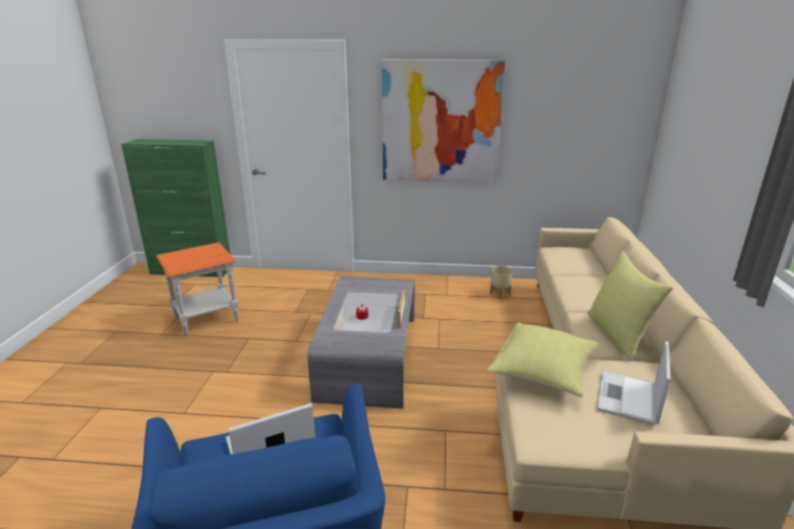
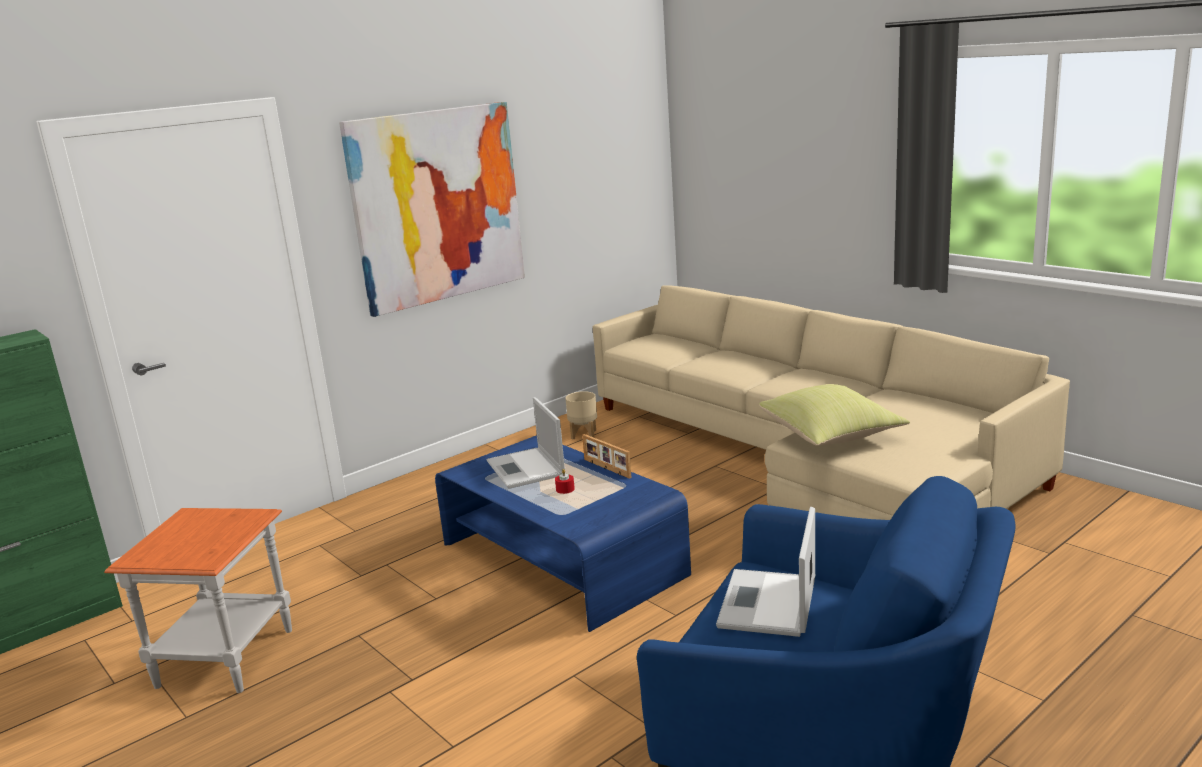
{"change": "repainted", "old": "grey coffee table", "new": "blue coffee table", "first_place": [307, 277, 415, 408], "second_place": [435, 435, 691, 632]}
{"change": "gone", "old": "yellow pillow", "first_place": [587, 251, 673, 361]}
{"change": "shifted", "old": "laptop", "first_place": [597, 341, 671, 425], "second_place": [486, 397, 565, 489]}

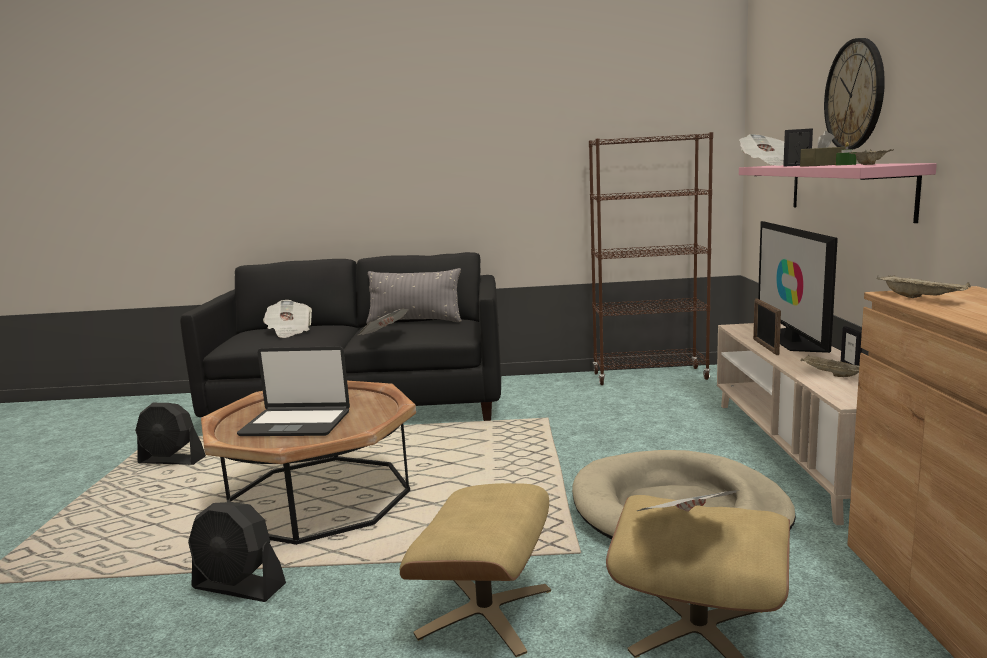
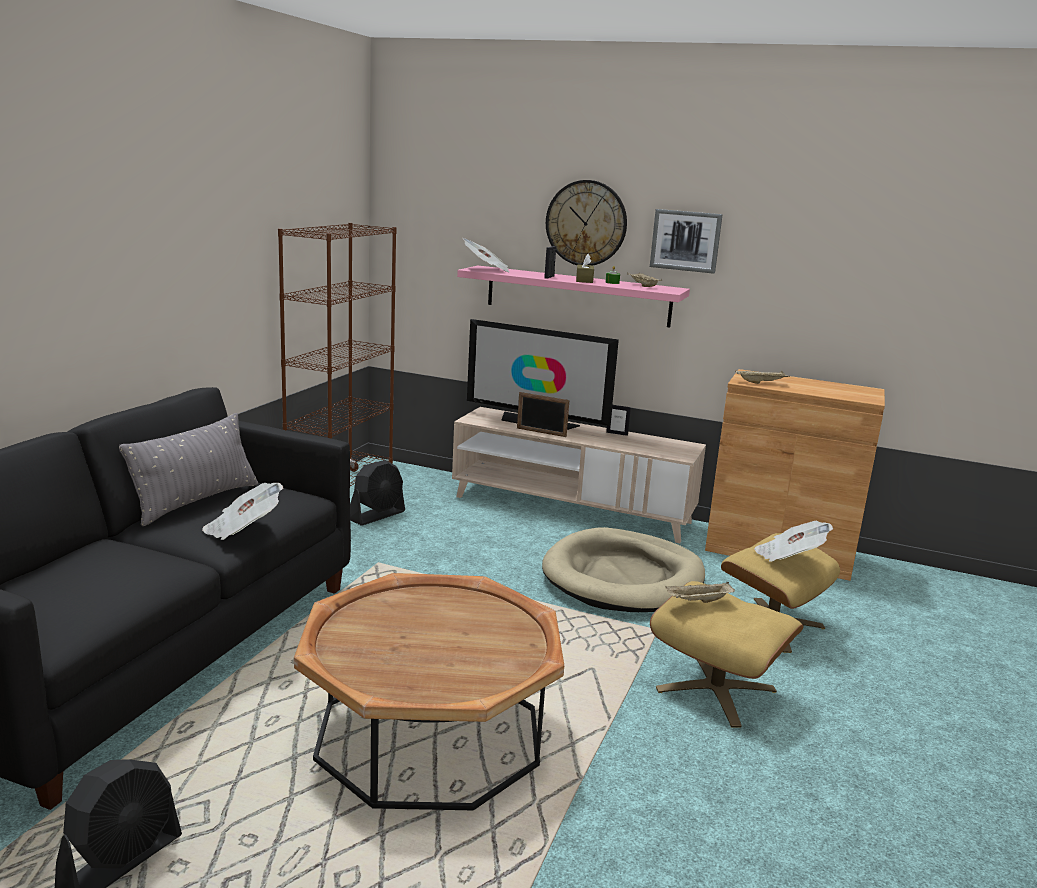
{"change": "shifted", "old": "black fan", "first_place": [188, 502, 286, 602], "second_place": [350, 460, 405, 526]}
{"change": "gone", "old": "laptop", "first_place": [237, 346, 350, 436]}
{"change": "gone", "old": "newspaper", "first_place": [263, 300, 312, 338]}
{"change": "shifted", "old": "beige tray", "first_place": [800, 355, 859, 377], "second_place": [665, 582, 735, 603]}
{"change": "new", "new": "picture", "second_place": [650, 209, 723, 274]}

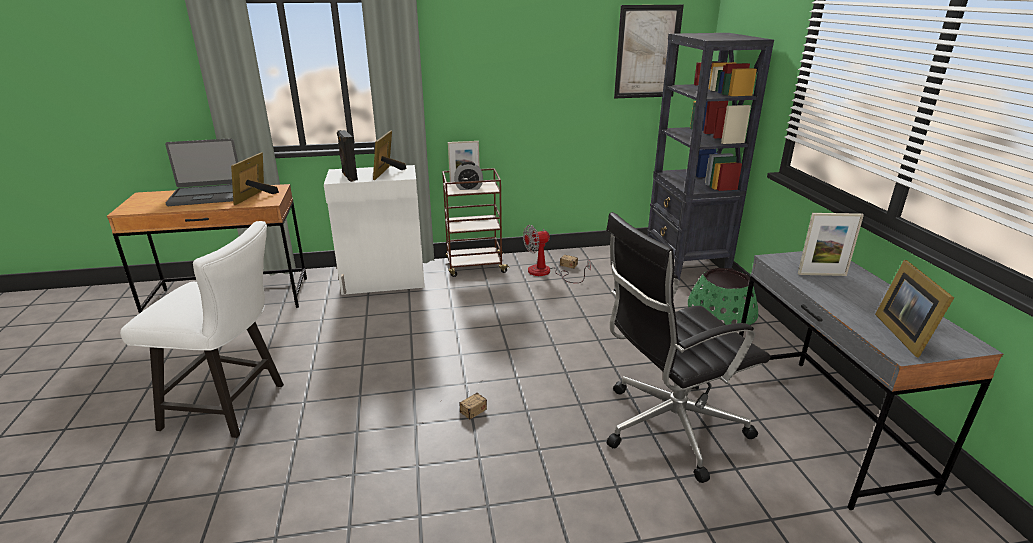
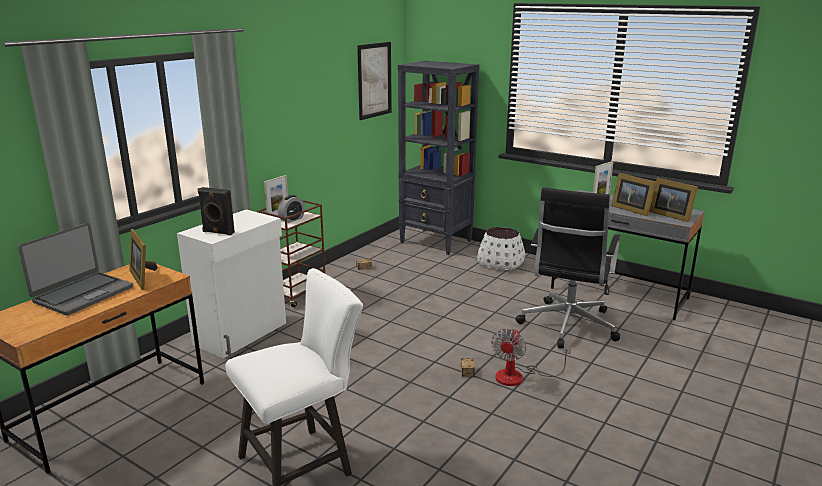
{"change": "shifted", "old": "picture frame", "first_place": [373, 130, 407, 180], "second_place": [611, 173, 656, 216]}
{"change": "shifted", "old": "fan", "first_place": [523, 225, 591, 283], "second_place": [491, 328, 571, 386]}
{"change": "repainted", "old": "green planter", "new": "white planter", "first_place": [688, 268, 758, 325], "second_place": [477, 227, 525, 270]}

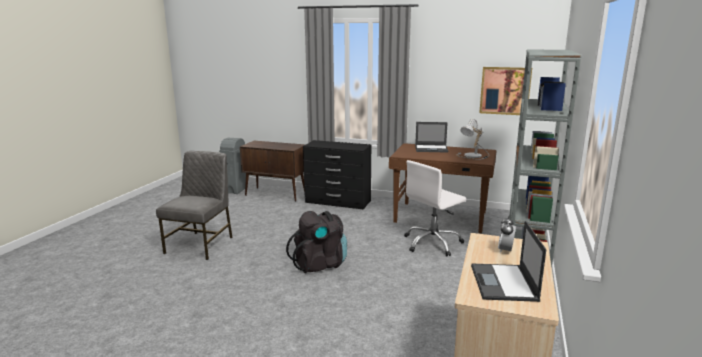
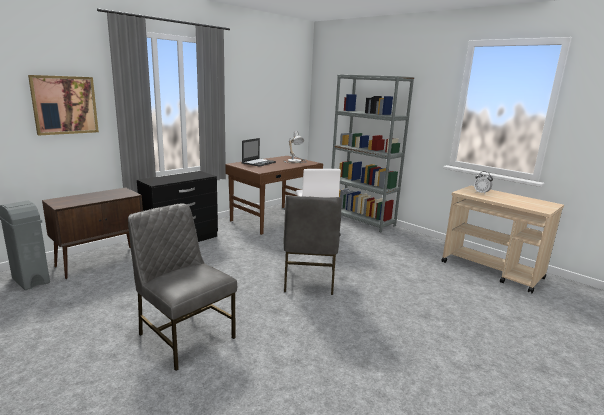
{"change": "swapped", "old": "black backpack", "new": "grey chair", "first_place": [286, 211, 347, 273], "second_place": [284, 195, 342, 295]}
{"change": "gone", "old": "laptop", "first_place": [471, 221, 546, 302]}
{"change": "shifted", "old": "picture", "first_place": [479, 67, 532, 115], "second_place": [28, 75, 99, 136]}

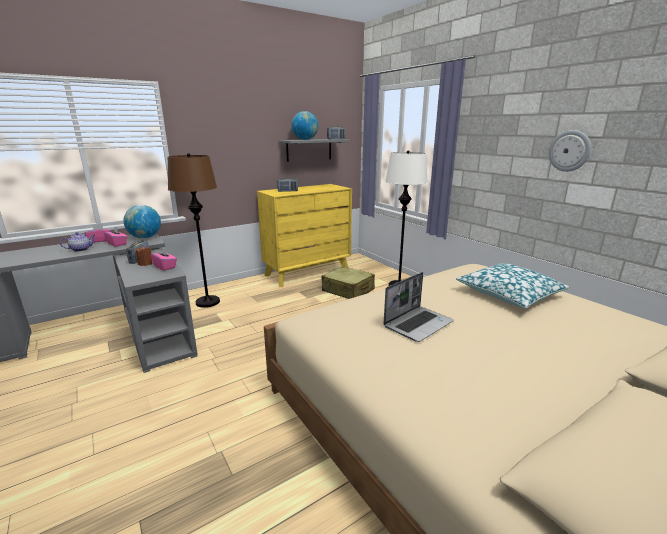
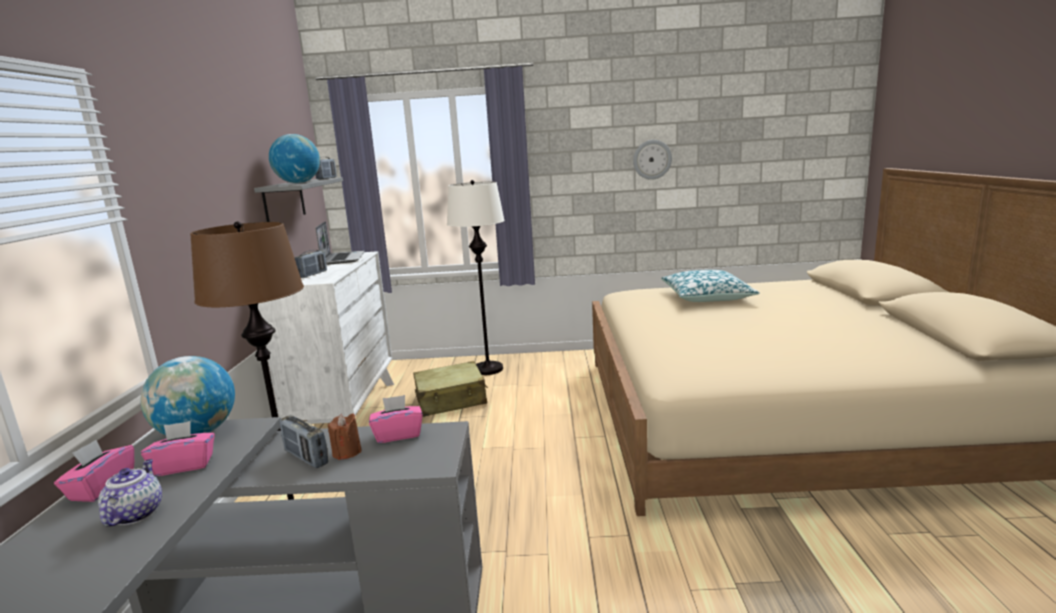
{"change": "repainted", "old": "yellow dresser", "new": "white dresser", "first_place": [257, 184, 352, 287], "second_place": [258, 251, 394, 424]}
{"change": "shifted", "old": "laptop", "first_place": [383, 272, 454, 342], "second_place": [316, 221, 365, 265]}

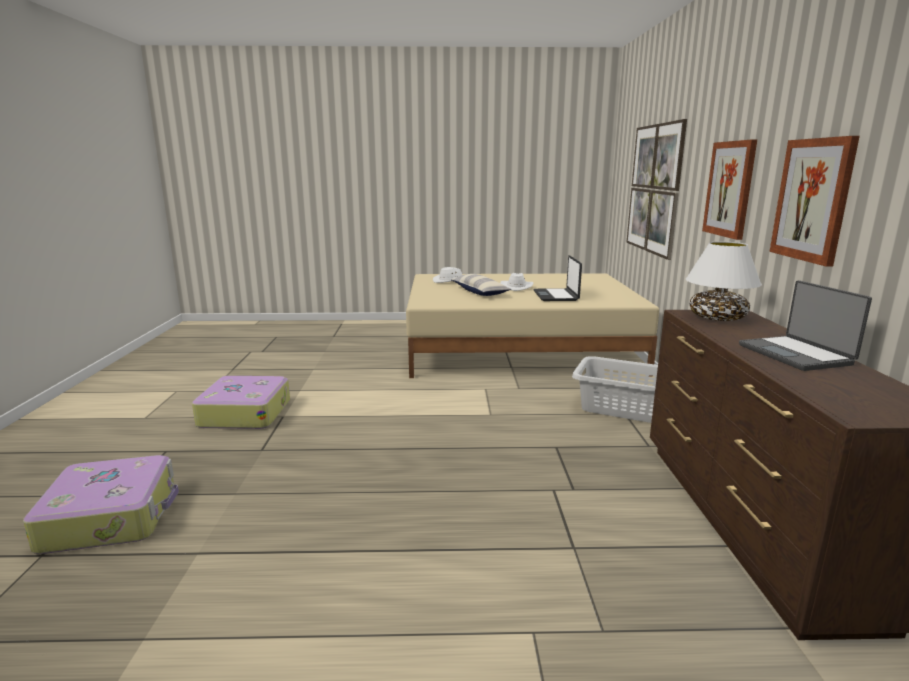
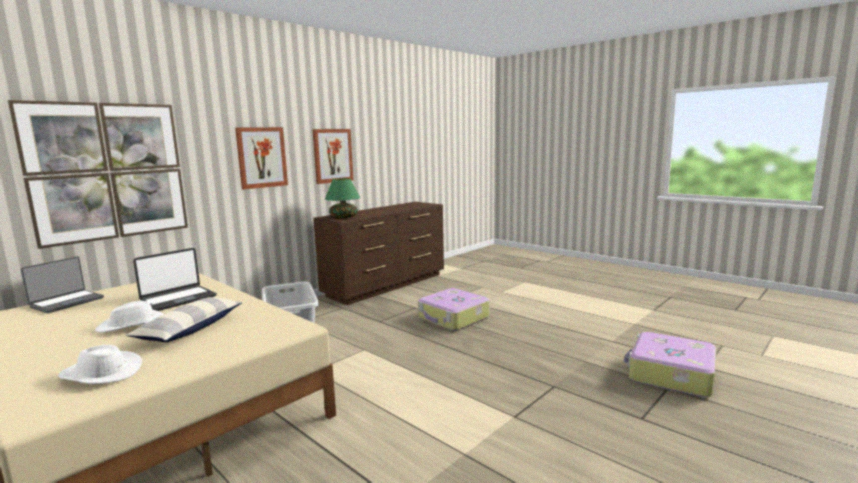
{"change": "shifted", "old": "suitcase", "first_place": [192, 376, 290, 429], "second_place": [418, 288, 490, 331]}
{"change": "repainted", "old": "white table lamp", "new": "green table lamp", "first_place": [686, 241, 762, 321], "second_place": [325, 178, 360, 218]}
{"change": "shifted", "old": "laptop", "first_place": [739, 280, 872, 371], "second_place": [20, 257, 104, 313]}

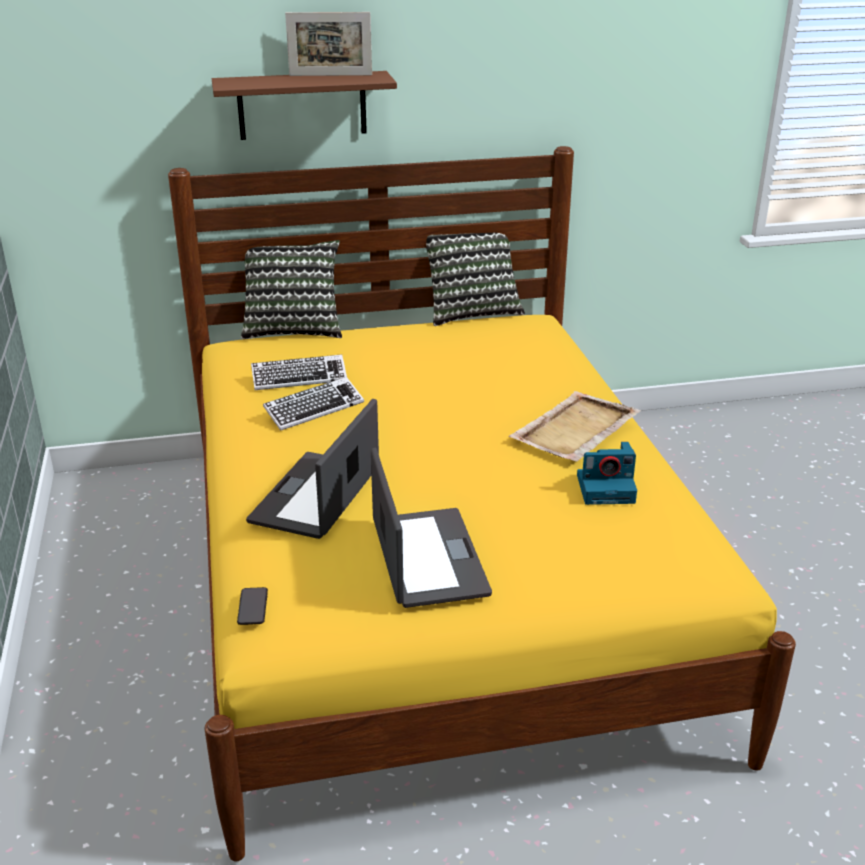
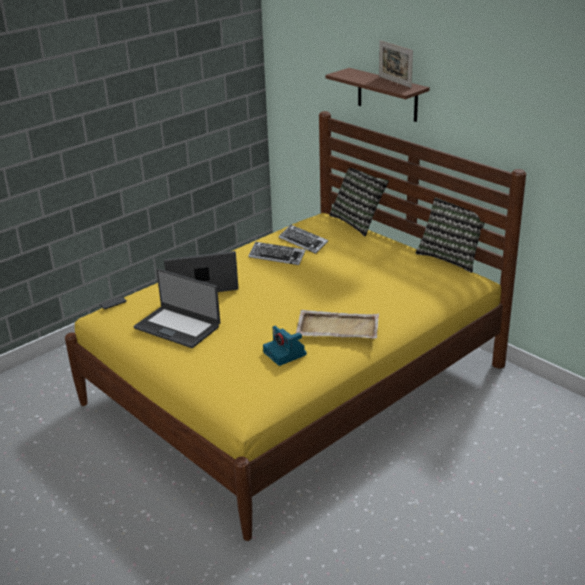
{"change": "rotated", "old": "laptop", "first_place": [371, 447, 492, 608], "second_place": [133, 269, 220, 348], "degrees": 75}

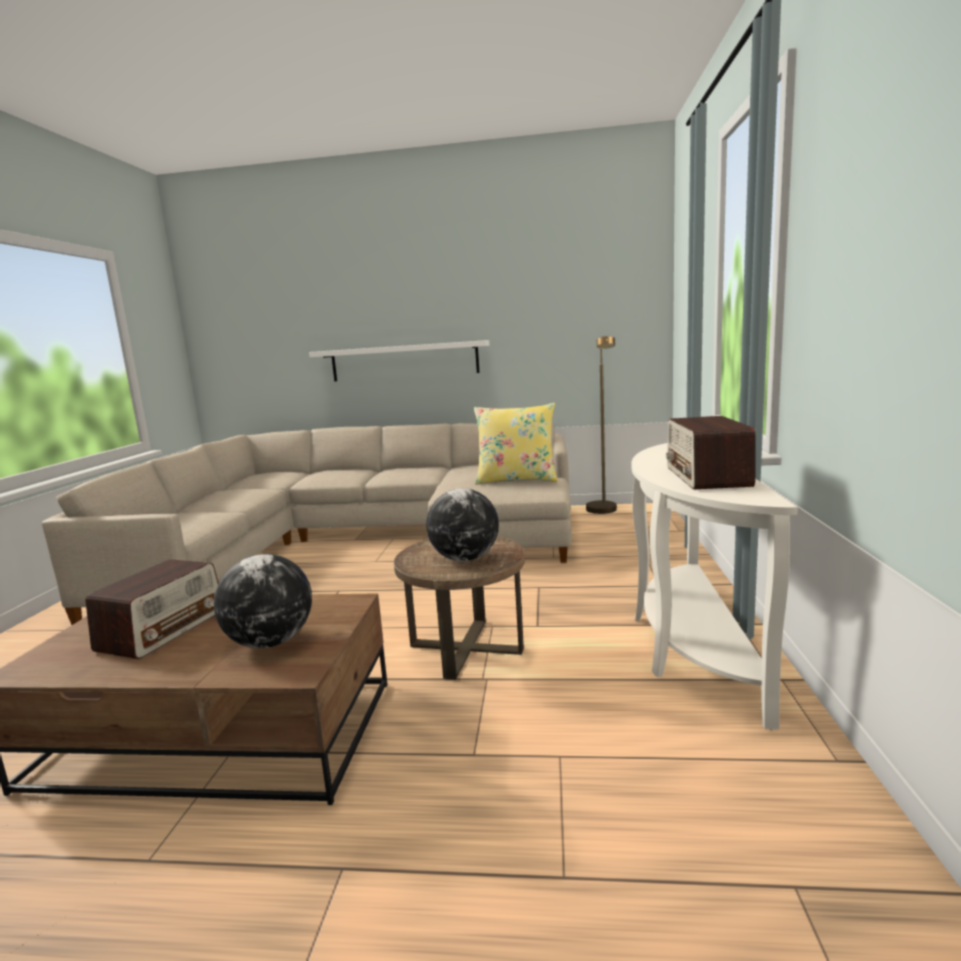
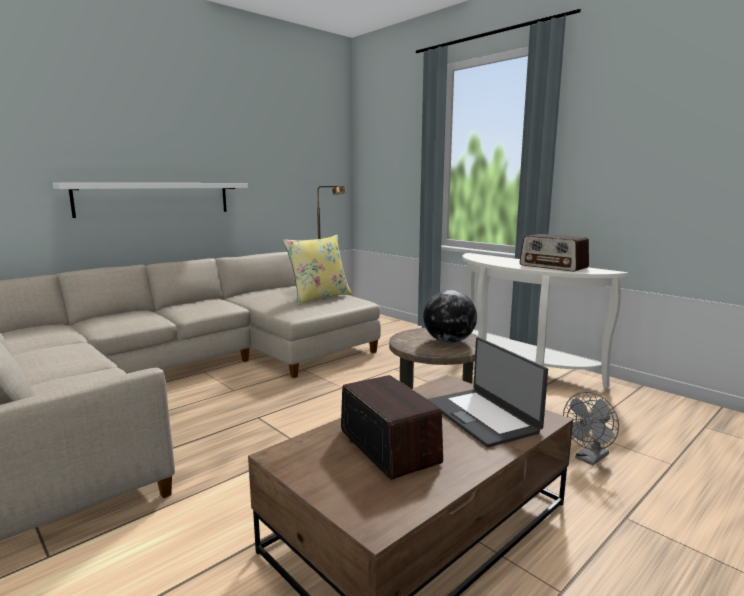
{"change": "swapped", "old": "globe", "new": "laptop", "first_place": [214, 554, 312, 648], "second_place": [428, 337, 548, 447]}
{"change": "new", "new": "grey fan", "second_place": [563, 392, 619, 466]}

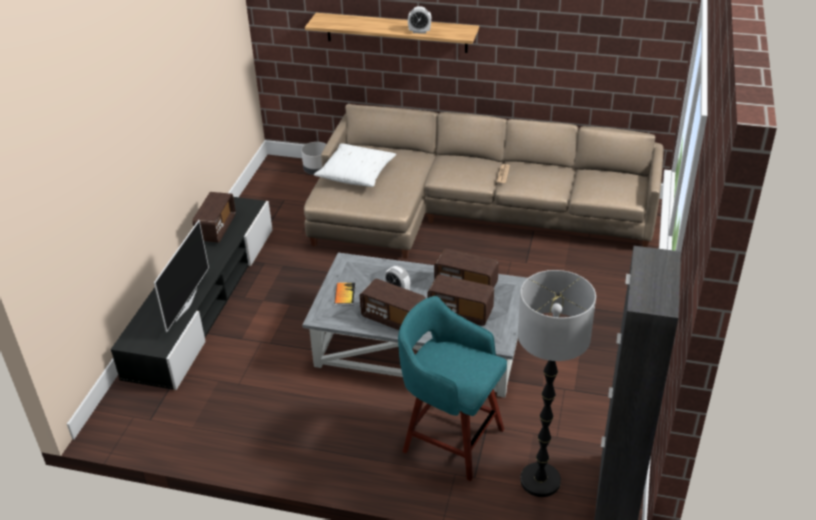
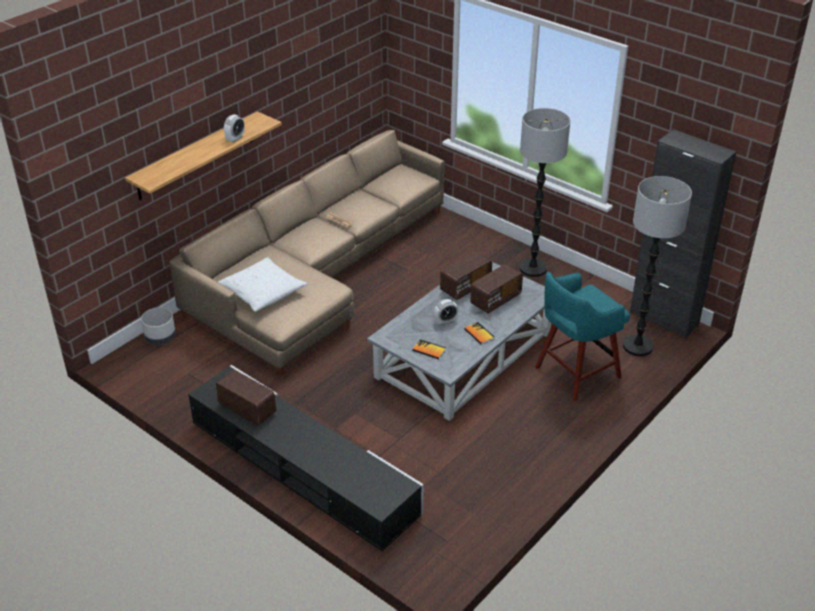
{"change": "gone", "old": "television", "first_place": [154, 220, 209, 332]}
{"change": "swapped", "old": "radio", "new": "book", "first_place": [360, 278, 426, 330], "second_place": [464, 322, 495, 345]}
{"change": "new", "new": "floor lamp", "second_place": [519, 108, 570, 277]}

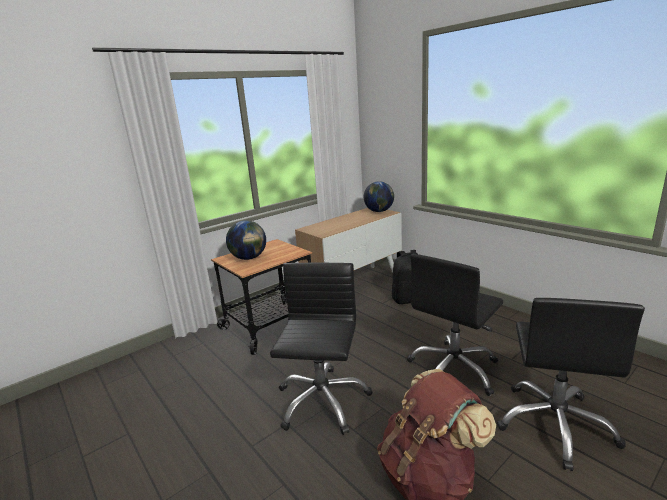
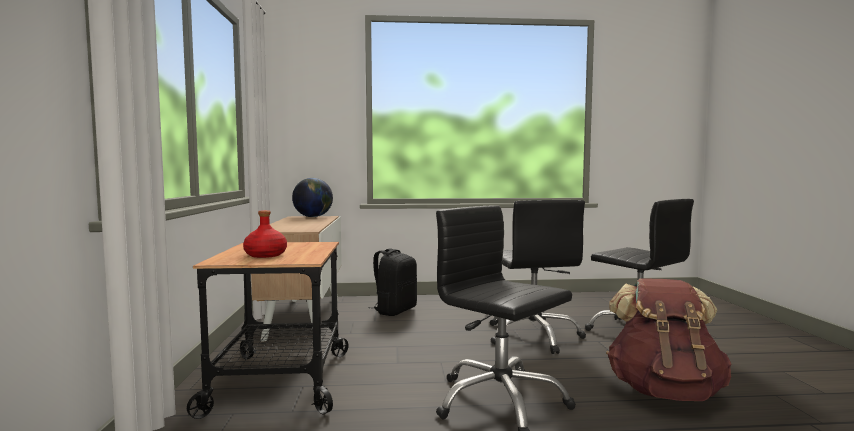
{"change": "swapped", "old": "globe", "new": "red bottle", "first_place": [226, 220, 266, 260], "second_place": [243, 210, 287, 258]}

